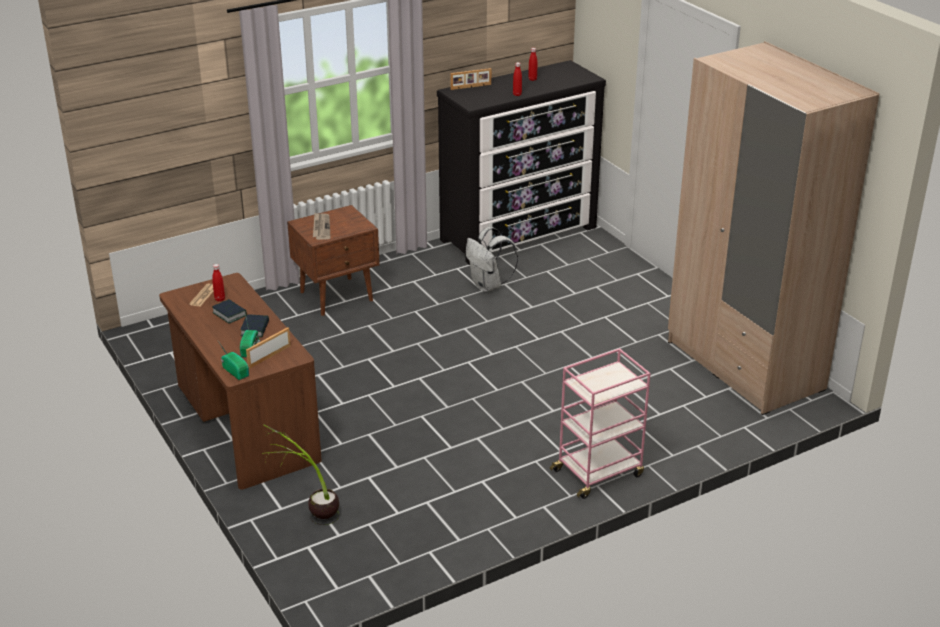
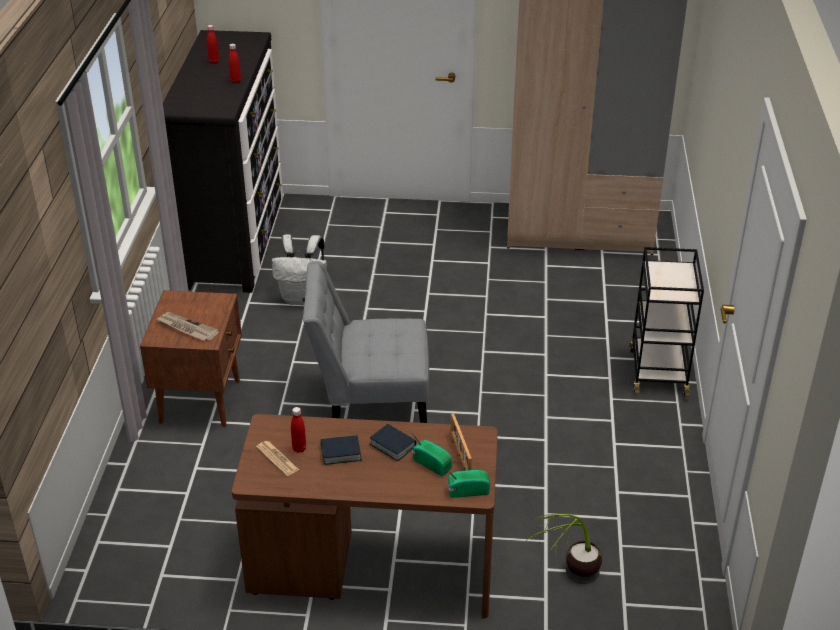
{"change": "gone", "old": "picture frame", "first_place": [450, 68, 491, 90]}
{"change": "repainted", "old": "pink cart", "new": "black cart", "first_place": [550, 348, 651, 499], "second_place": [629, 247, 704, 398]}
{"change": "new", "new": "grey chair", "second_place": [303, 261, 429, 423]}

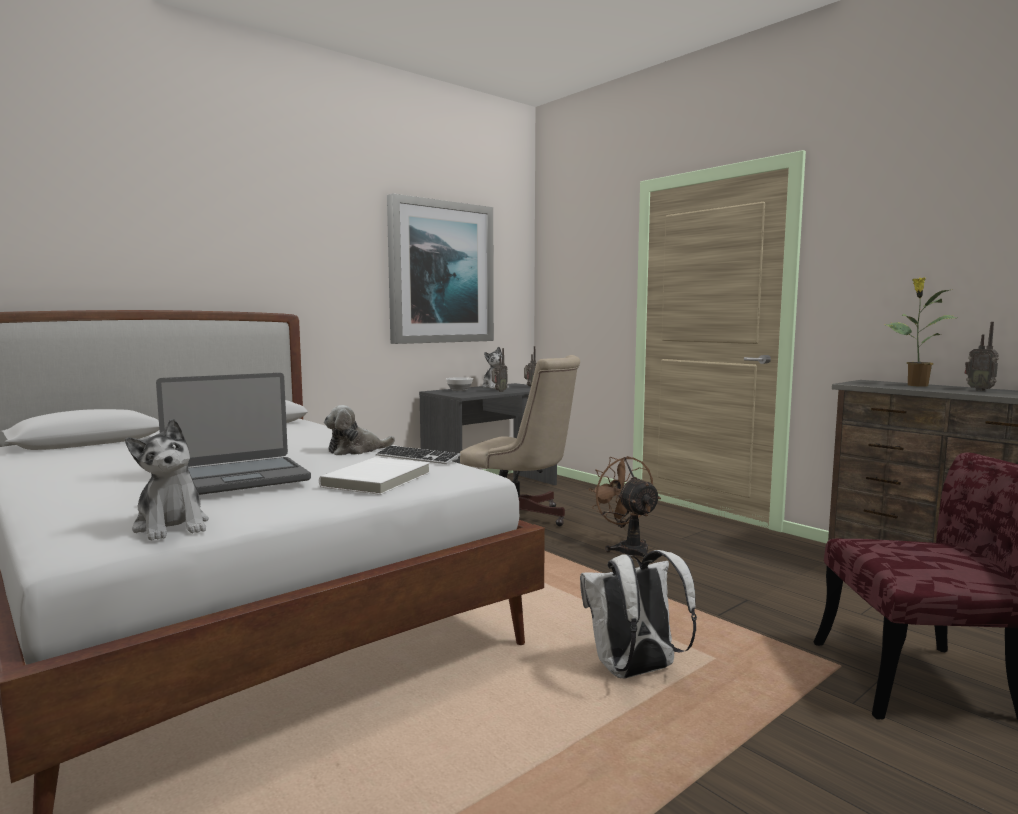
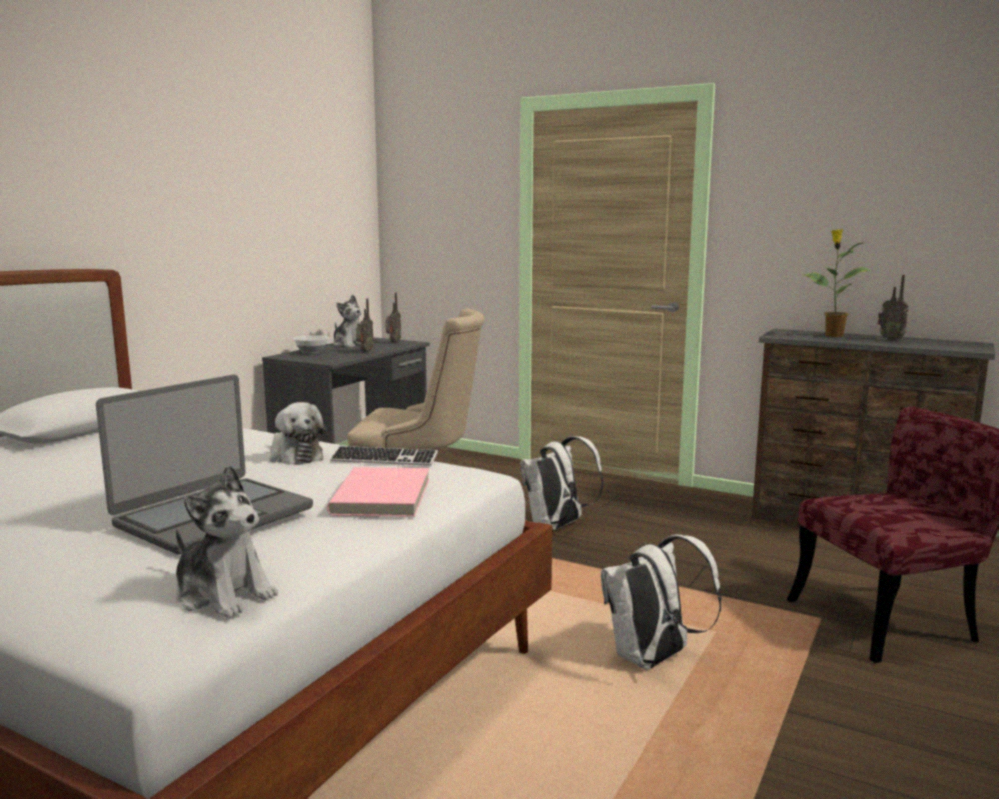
{"change": "repainted", "old": "white book", "new": "pink book", "first_place": [319, 457, 430, 495], "second_place": [327, 467, 429, 517]}
{"change": "rotated", "old": "plush toy", "first_place": [324, 405, 395, 455], "second_place": [270, 402, 327, 465], "degrees": -75}
{"change": "gone", "old": "picture", "first_place": [387, 193, 494, 344]}
{"change": "swapped", "old": "brown fan", "new": "white backpack", "first_place": [588, 456, 661, 557], "second_place": [520, 436, 603, 530]}

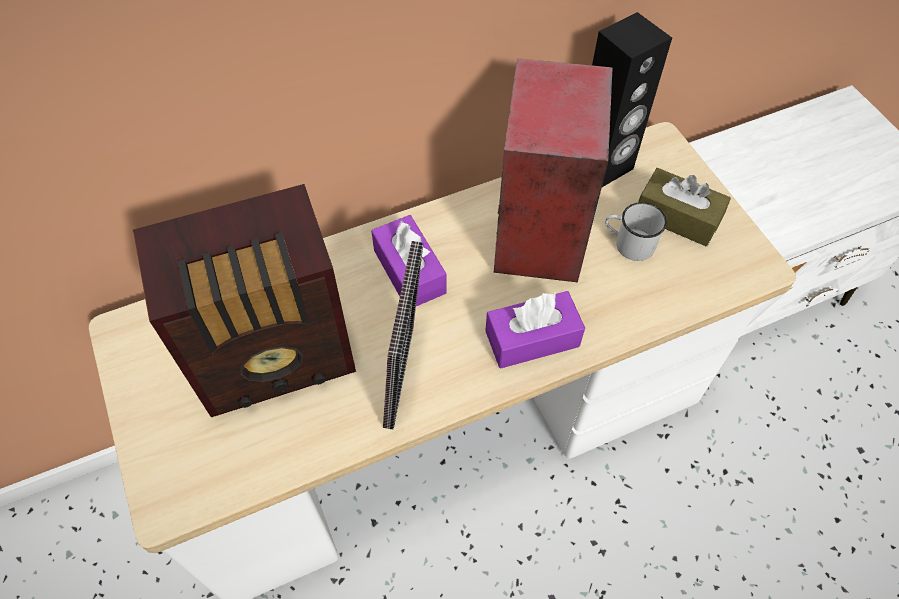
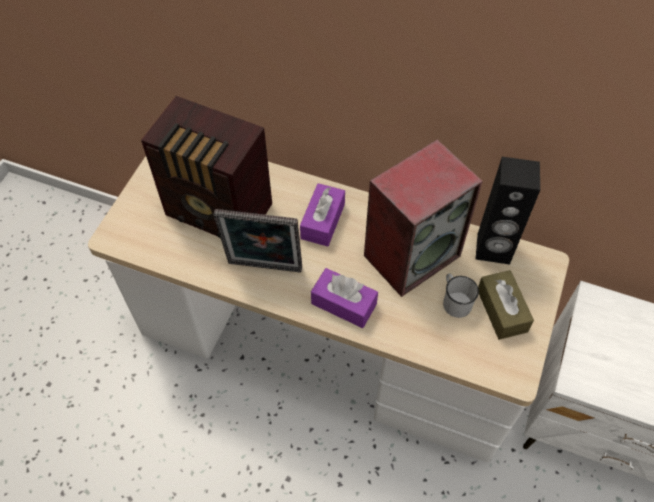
{"change": "rotated", "old": "picture frame", "first_place": [383, 241, 423, 429], "second_place": [214, 209, 302, 273], "degrees": 45}

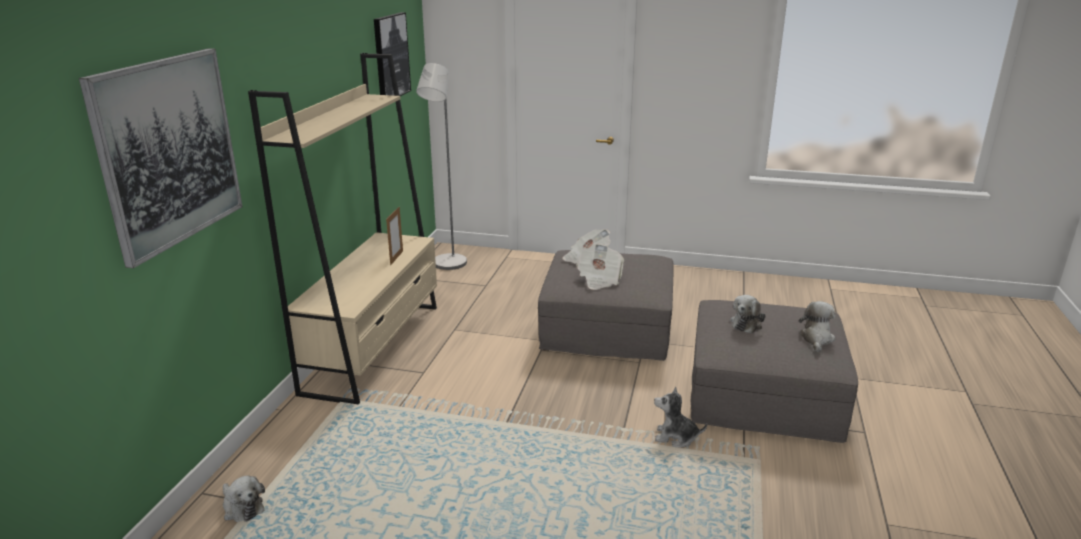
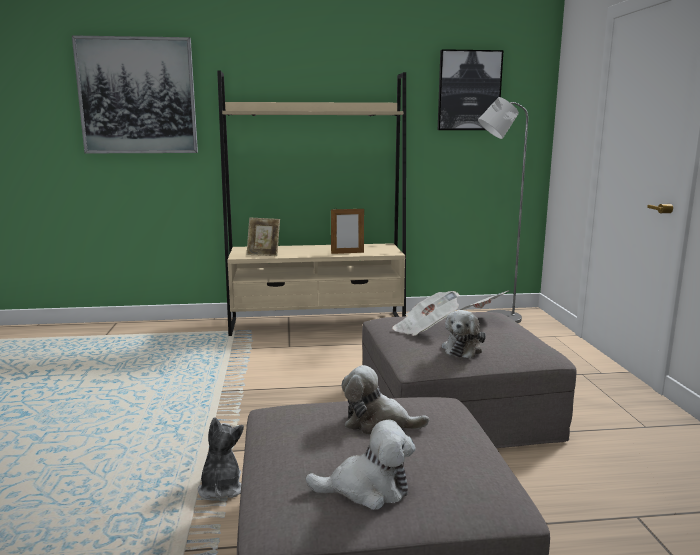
{"change": "shifted", "old": "plush toy", "first_place": [223, 475, 265, 522], "second_place": [442, 310, 486, 359]}
{"change": "new", "new": "picture frame", "second_place": [247, 218, 280, 256]}

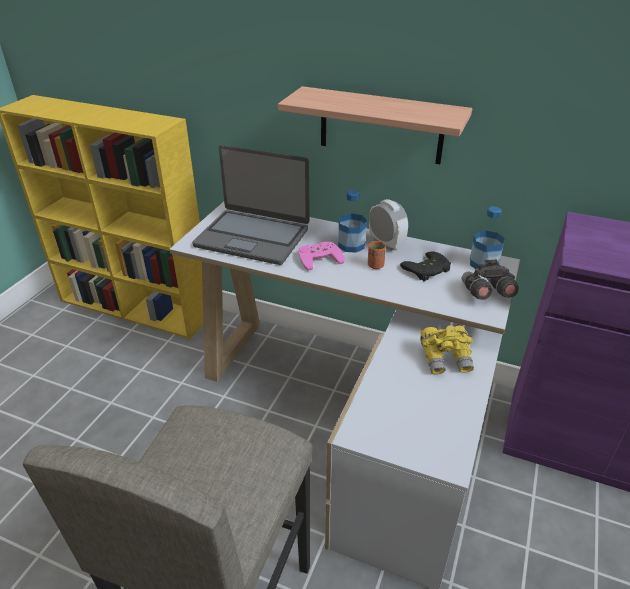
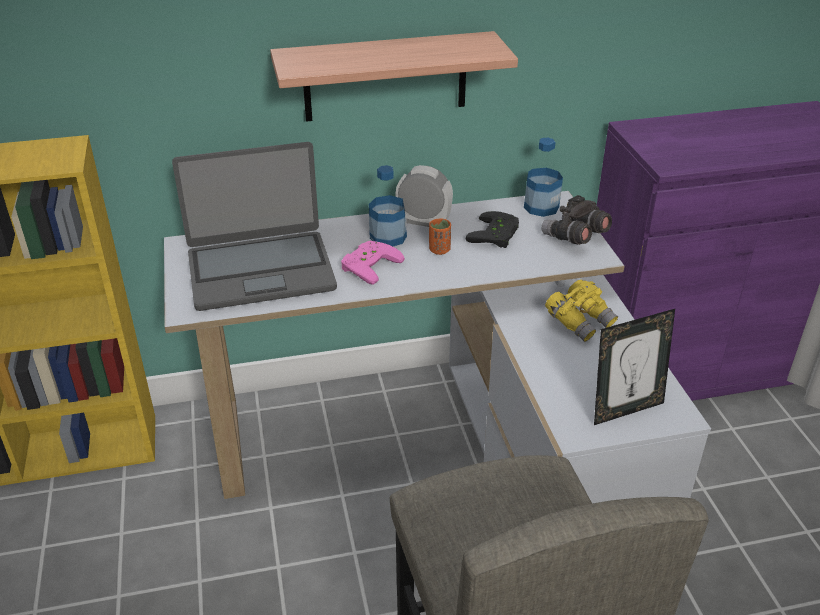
{"change": "new", "new": "picture frame", "second_place": [594, 309, 675, 425]}

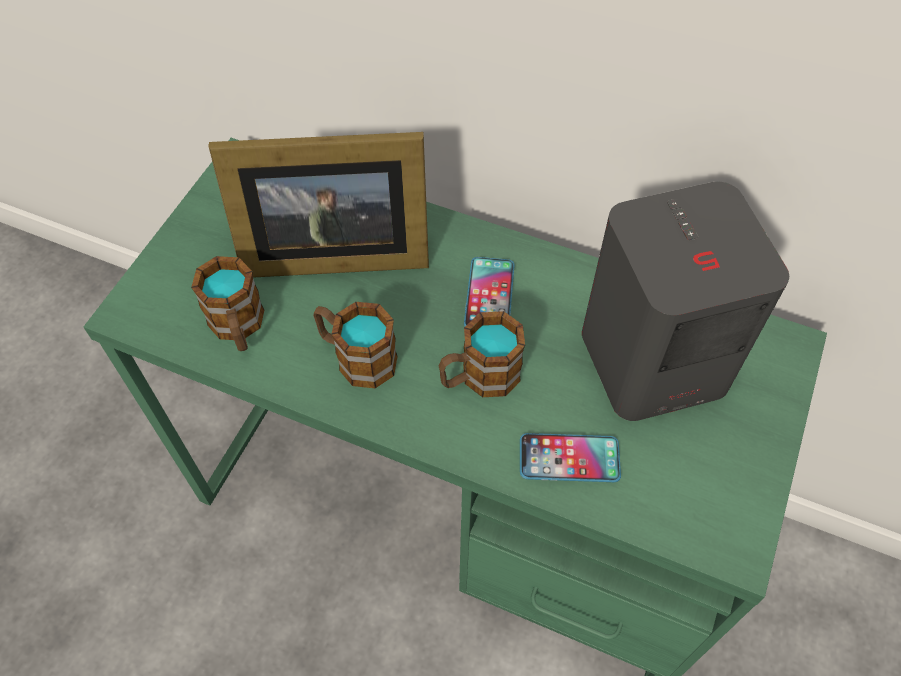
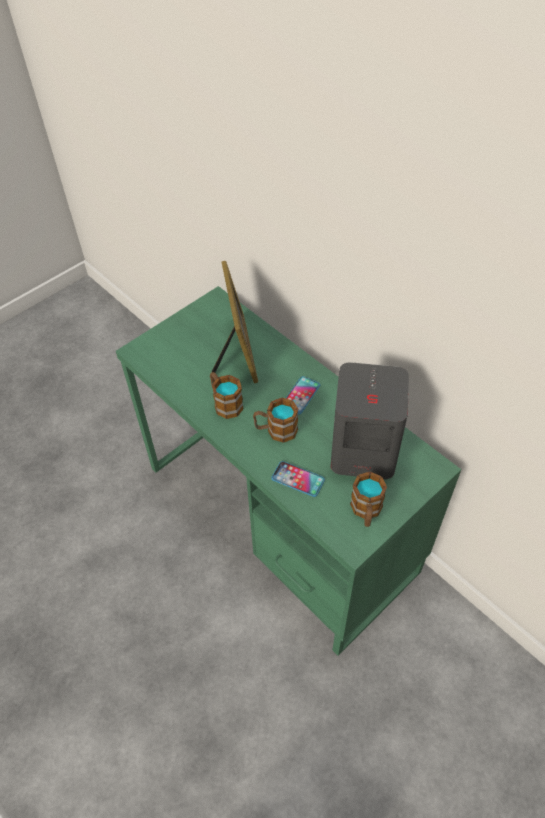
{"change": "shifted", "old": "mug", "first_place": [191, 256, 264, 351], "second_place": [350, 472, 387, 527]}
{"change": "rotated", "old": "picture frame", "first_place": [209, 132, 429, 278], "second_place": [211, 261, 258, 383], "degrees": -120}

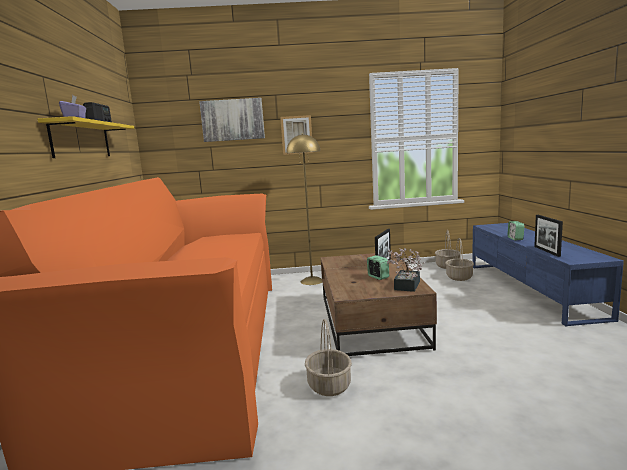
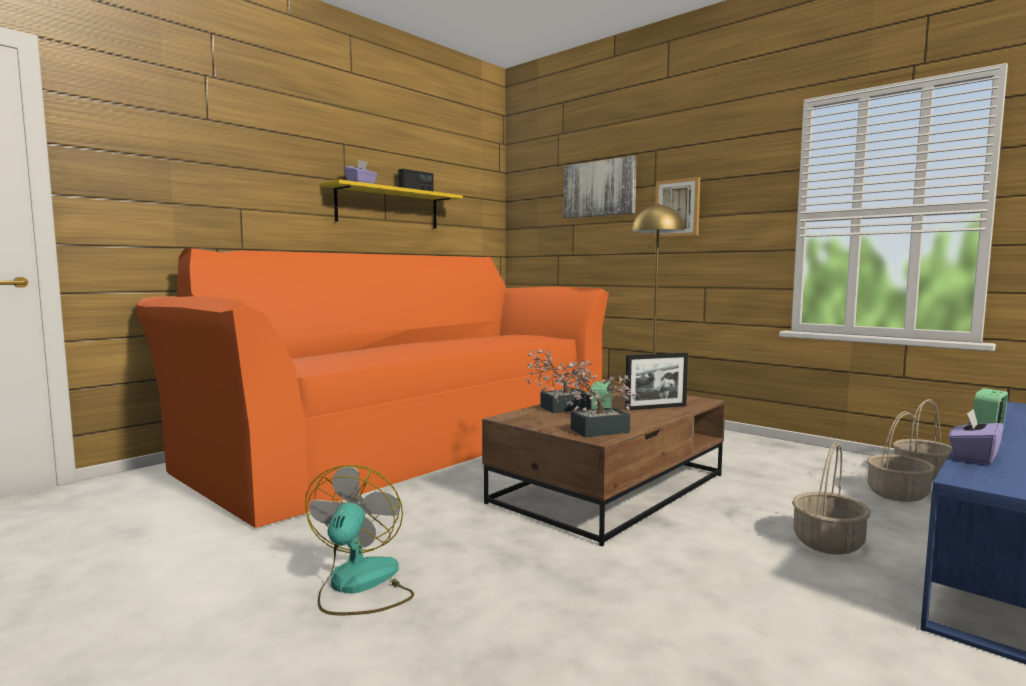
{"change": "shifted", "old": "basket", "first_place": [305, 319, 352, 396], "second_place": [792, 442, 870, 555]}
{"change": "swapped", "old": "picture frame", "new": "purple tissue box", "first_place": [534, 215, 563, 257], "second_place": [949, 409, 1003, 465]}
{"change": "new", "new": "fan", "second_place": [305, 465, 414, 616]}
{"change": "new", "new": "potted plant", "second_place": [526, 349, 597, 413]}

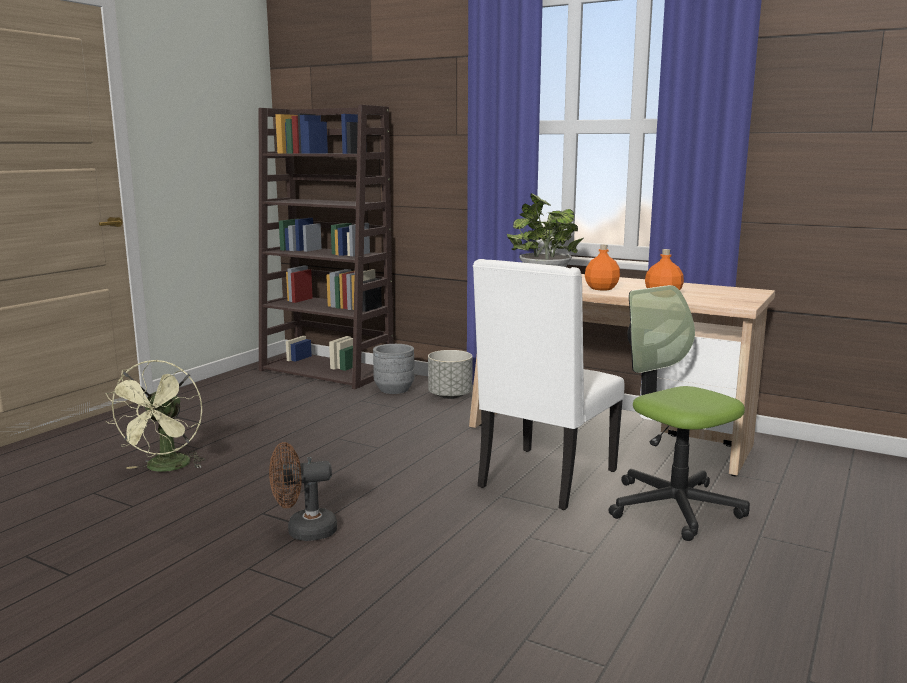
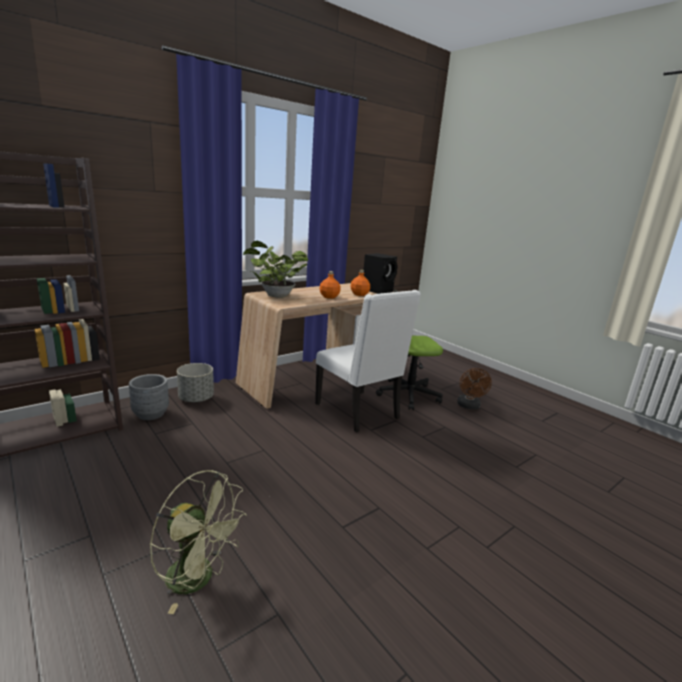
{"change": "shifted", "old": "brown fan", "first_place": [269, 442, 337, 541], "second_place": [457, 368, 492, 409]}
{"change": "new", "new": "black speaker", "second_place": [364, 253, 398, 294]}

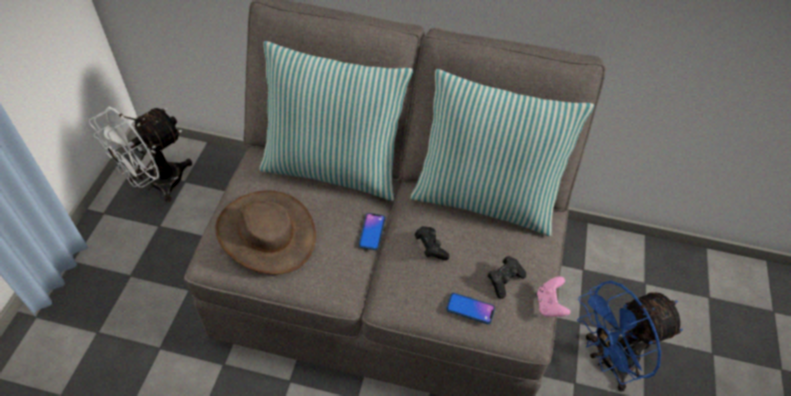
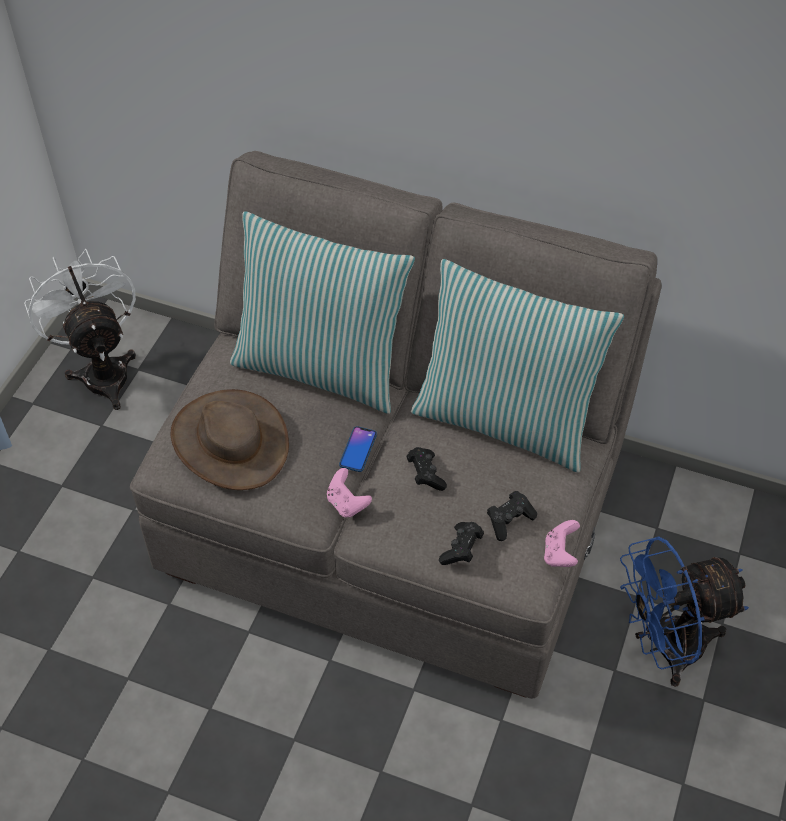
{"change": "rotated", "old": "white fan", "first_place": [89, 107, 192, 202], "second_place": [24, 249, 136, 410], "degrees": 105}
{"change": "swapped", "old": "phone", "new": "black game controller", "first_place": [446, 293, 495, 324], "second_place": [439, 522, 484, 565]}
{"change": "new", "new": "pink game controller", "second_place": [327, 468, 372, 518]}

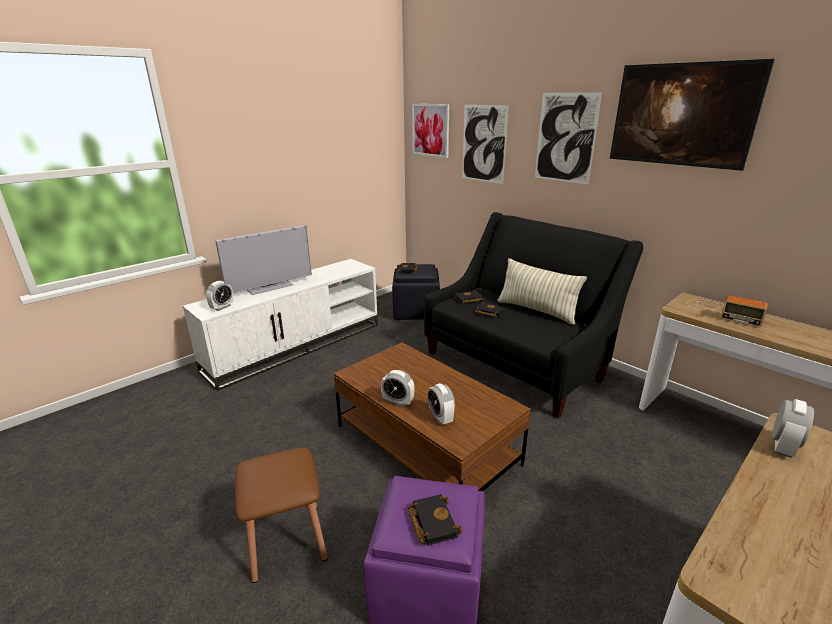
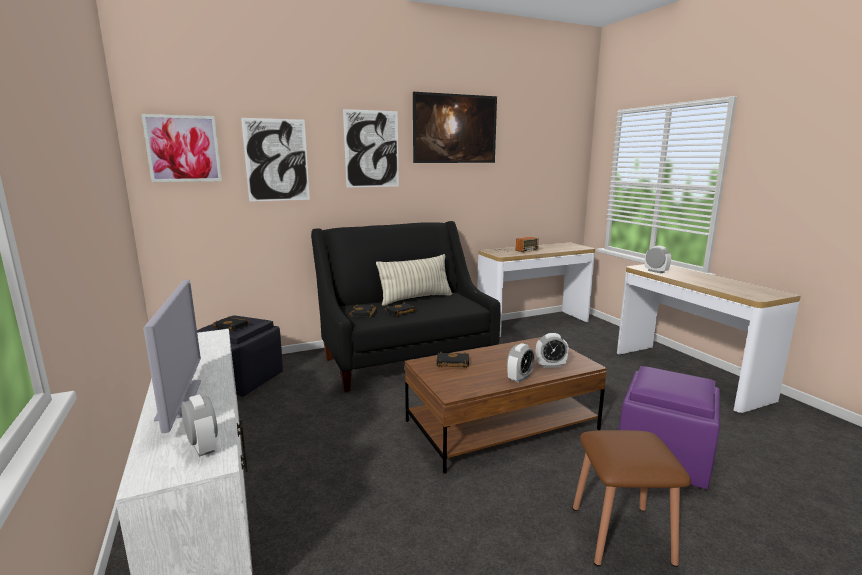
{"change": "shifted", "old": "black book", "first_place": [407, 494, 463, 546], "second_place": [437, 352, 469, 368]}

